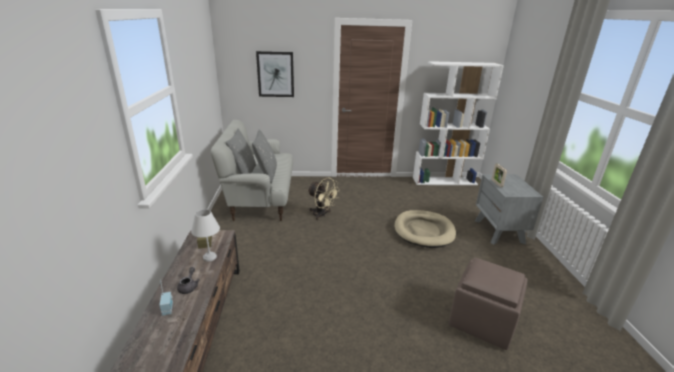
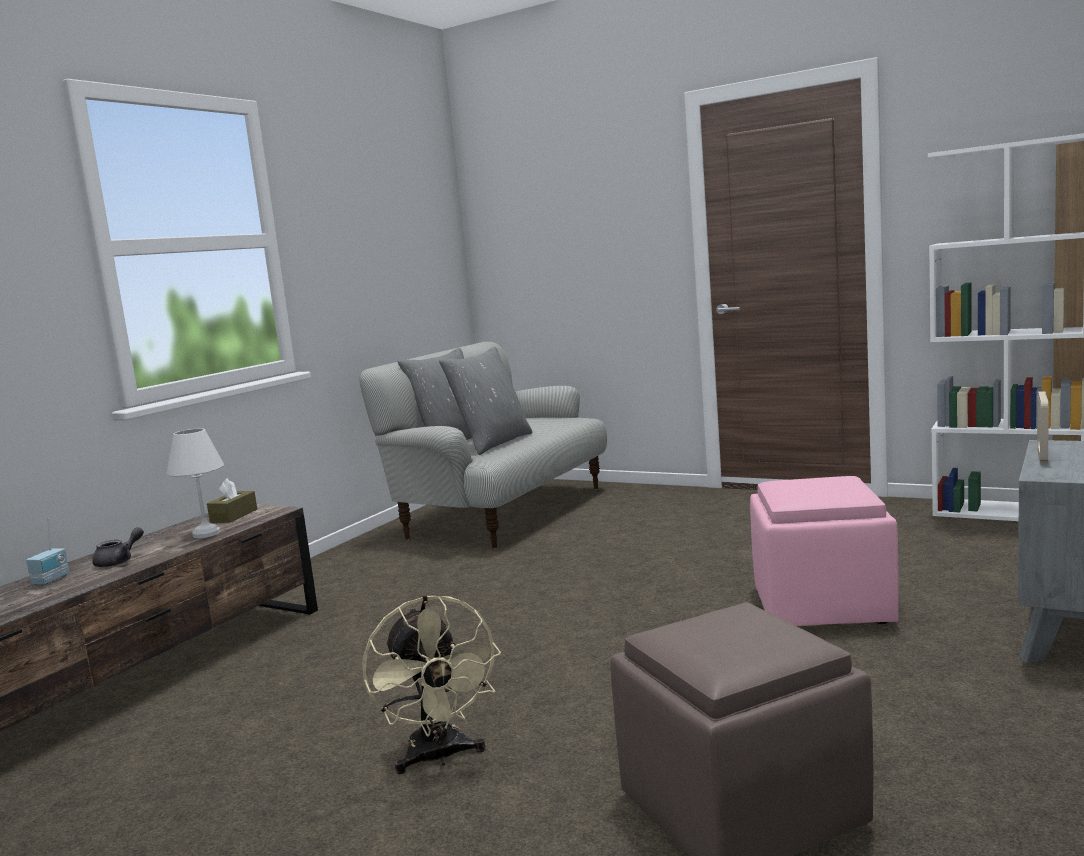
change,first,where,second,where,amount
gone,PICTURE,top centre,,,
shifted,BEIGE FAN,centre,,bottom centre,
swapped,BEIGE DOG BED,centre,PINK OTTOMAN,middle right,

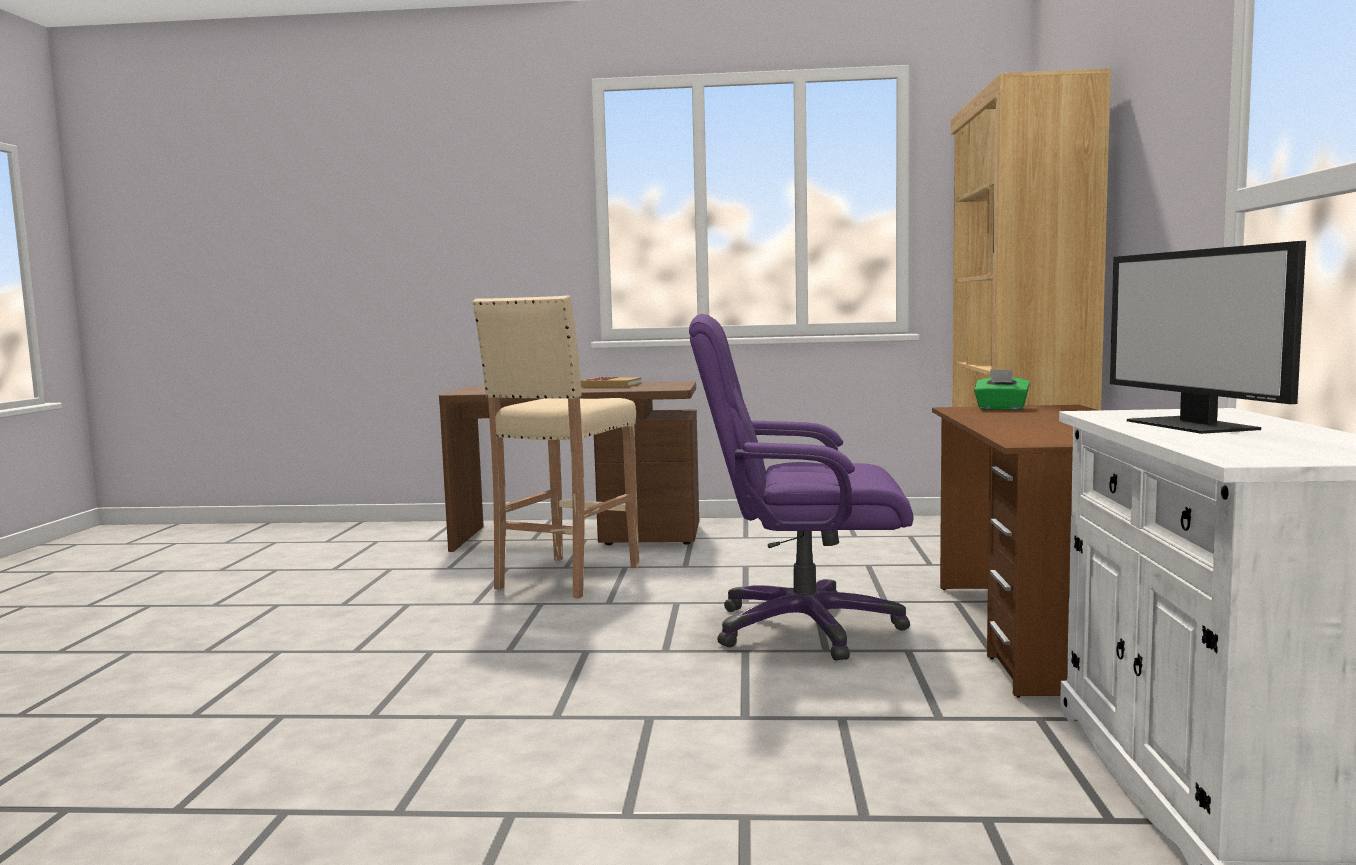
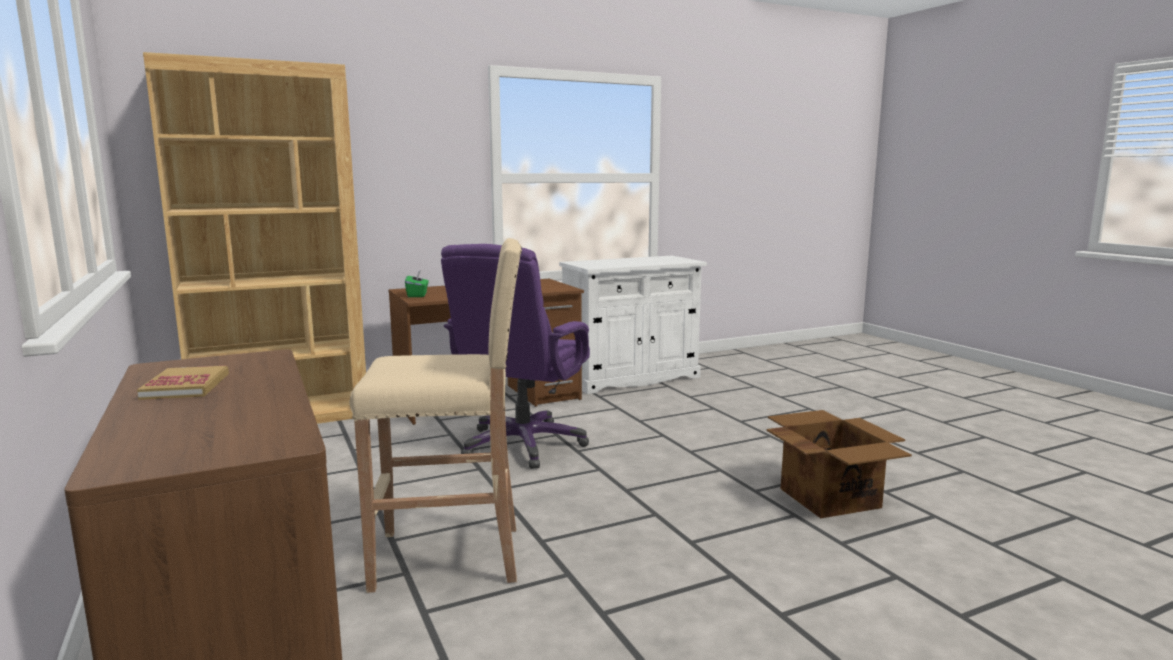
change,first,where,second,where,amount
rotated,PURPLE OFFICE CHAIR,centre,,centre,45 degrees clockwise
gone,MONITOR,middle right,,,
new,,,CARDBOARD BOX,bottom right,

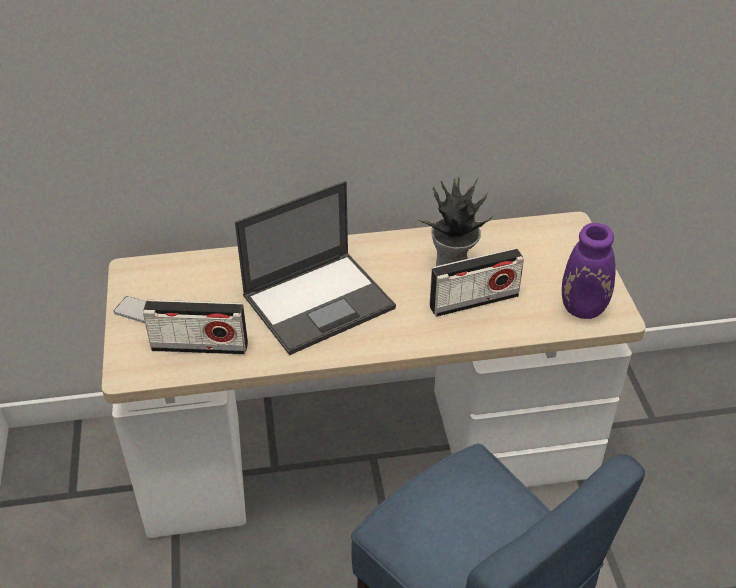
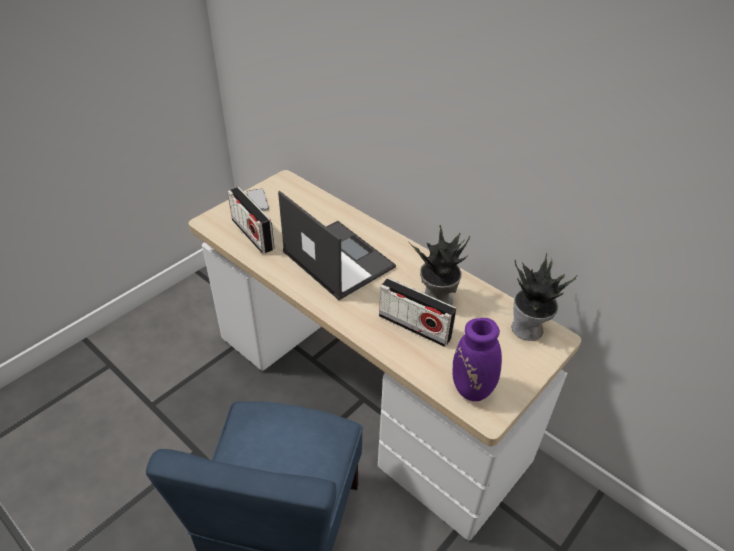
change,first,where,second,where,amount
rotated,LAPTOP,centre,,centre,150 degrees counterclockwise
new,,,POTTED PLANT (no. 2 from left),middle right,

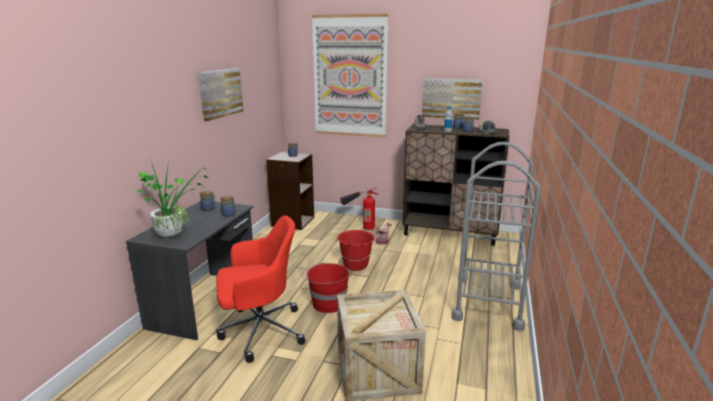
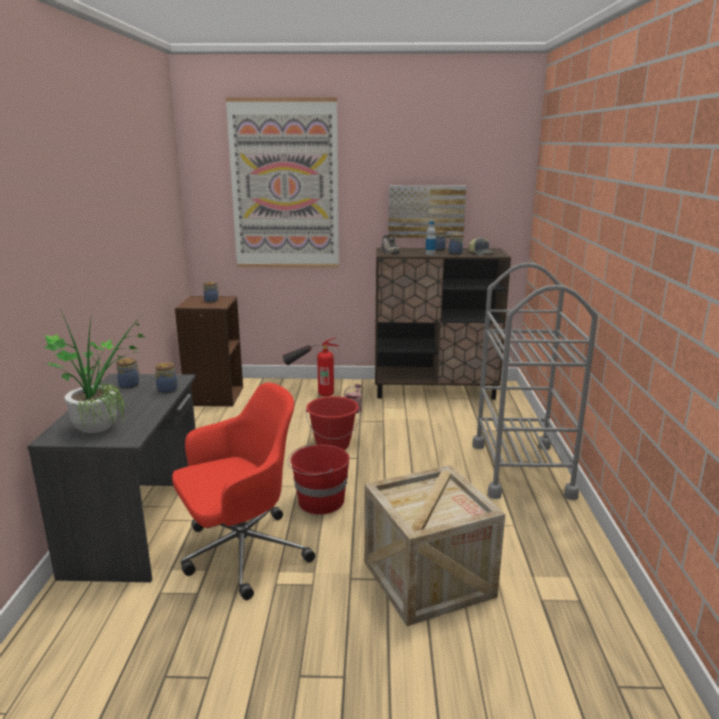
change,first,where,second,where,amount
gone,PICTURE (no. 1 from left),top left,,,

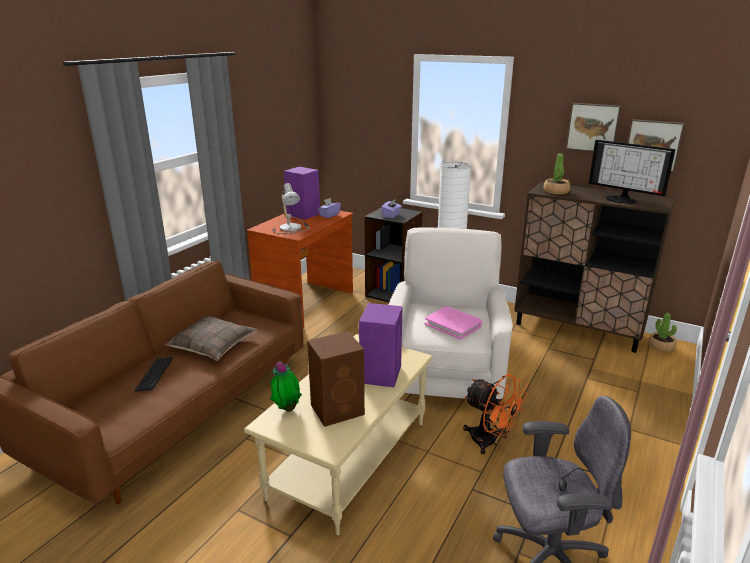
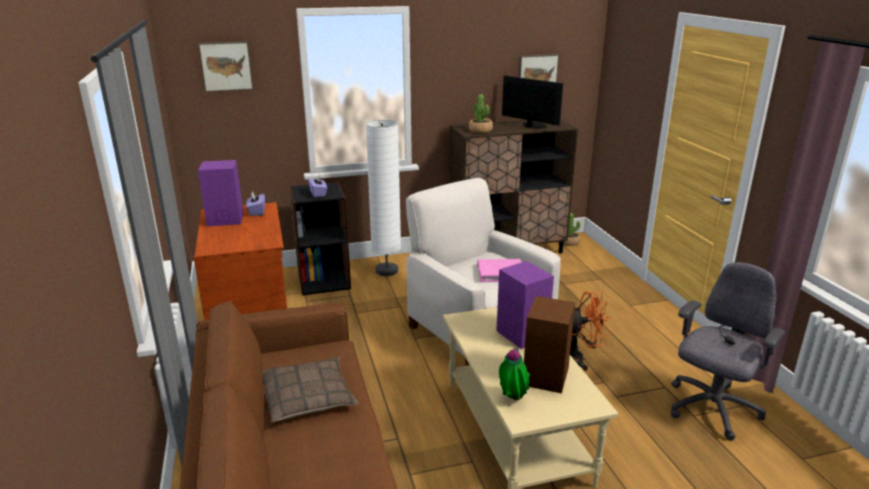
change,first,where,second,where,amount
gone,KEYBOARD,middle left,,,
gone,TABLE LAMP,centre,,,
shifted,PICTURE (no. 1 from left),top right,,top left,
rotated,MONITOR,top right,,top centre,135 degrees counterclockwise

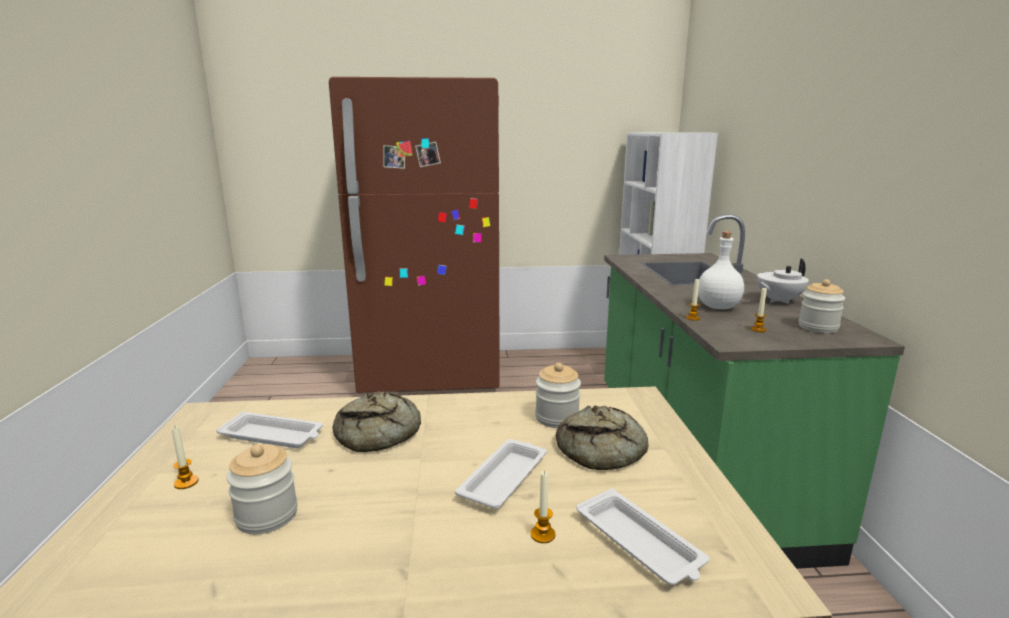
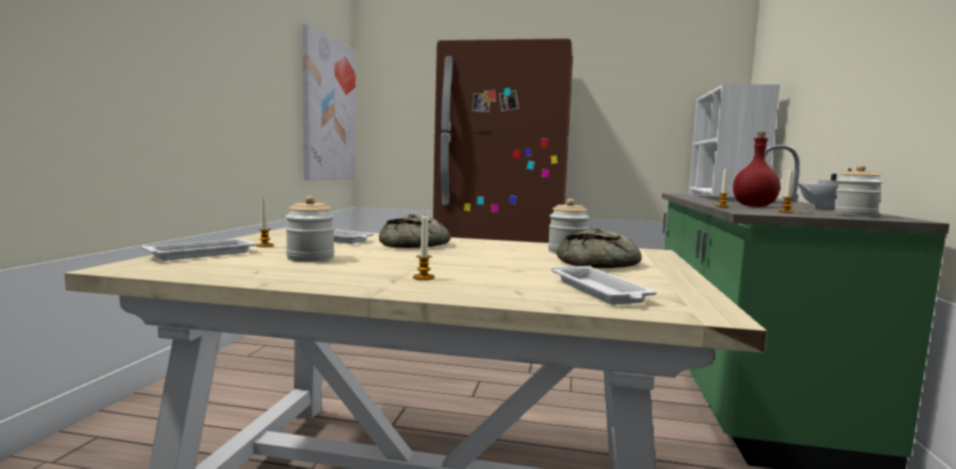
change,first,where,second,where,amount
shifted,WHITE TRAY (no. 2 from left in the first image),bottom centre,WHITE TRAY (no. 1 from left),middle left,
shifted,CANDLE (no. 2 from left),bottom centre,,centre,
repainted,WHITE BOTTLE,middle right,RED BOTTLE,middle right,
new,,,PICTURE,top centre,

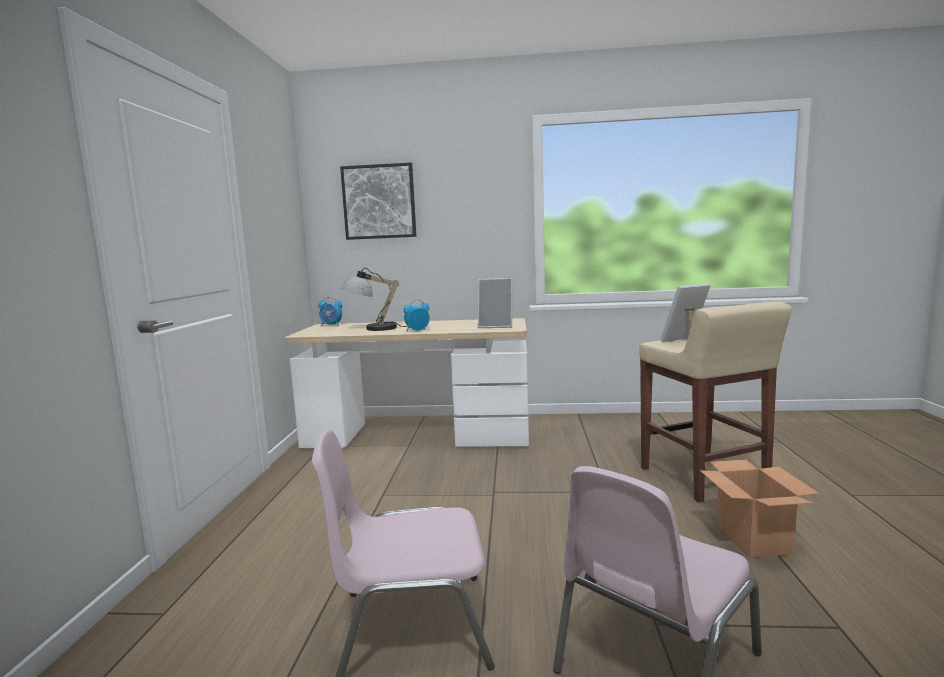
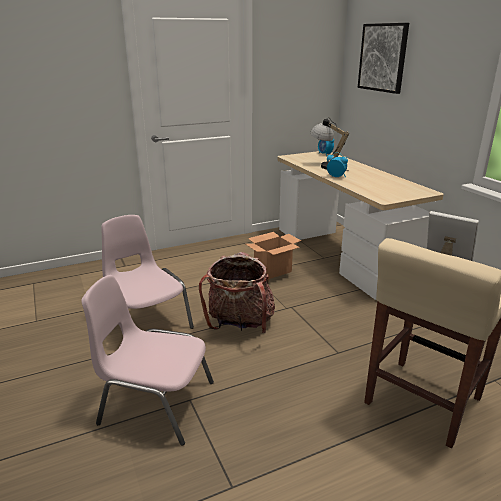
change,first,where,second,where,amount
gone,PICTURE FRAME (no. 1 from left),centre,,,
shifted,CARDBOARD BOX,bottom right,,centre,
new,,,BACKPACK,centre,

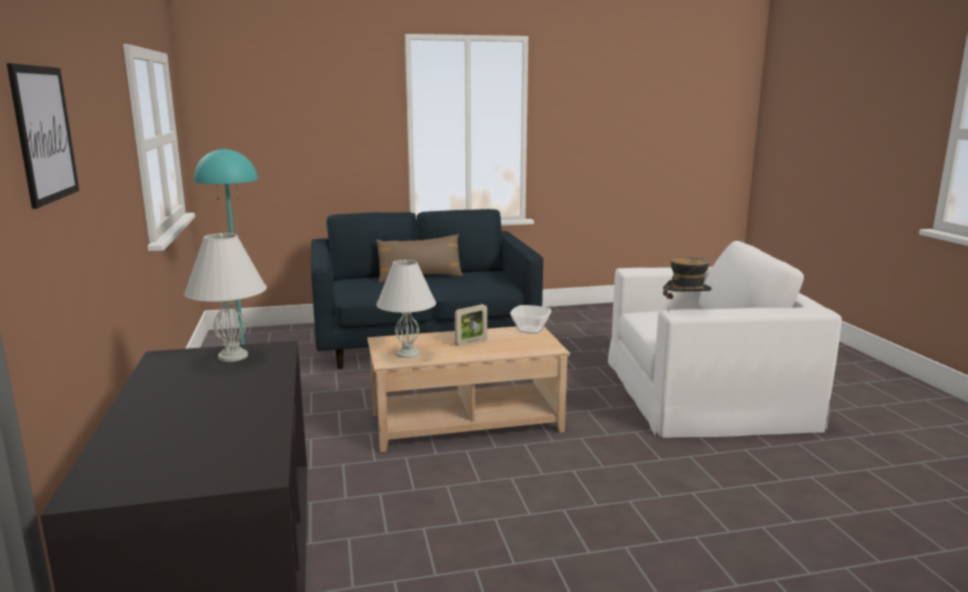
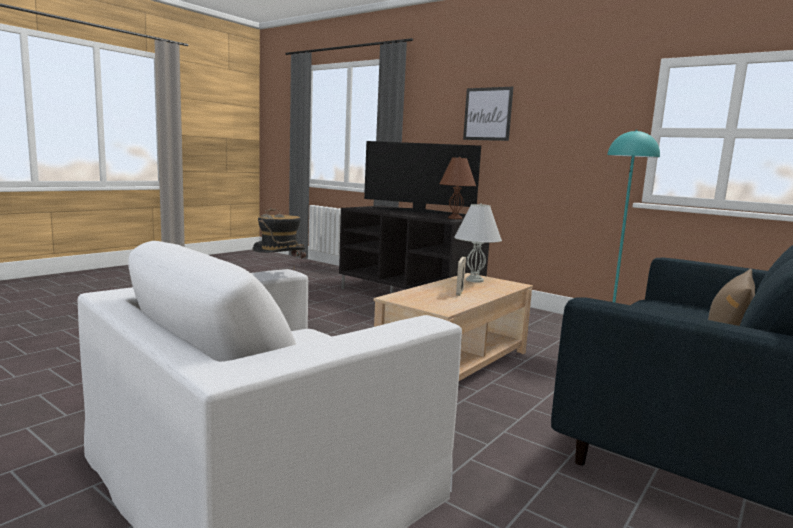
change,first,where,second,where,amount
repainted,WHITE TABLE LAMP (no. 1 from left),middle left,BROWN TABLE LAMP,centre,
gone,BOWL,centre,,,
new,,,TELEVISION,centre,

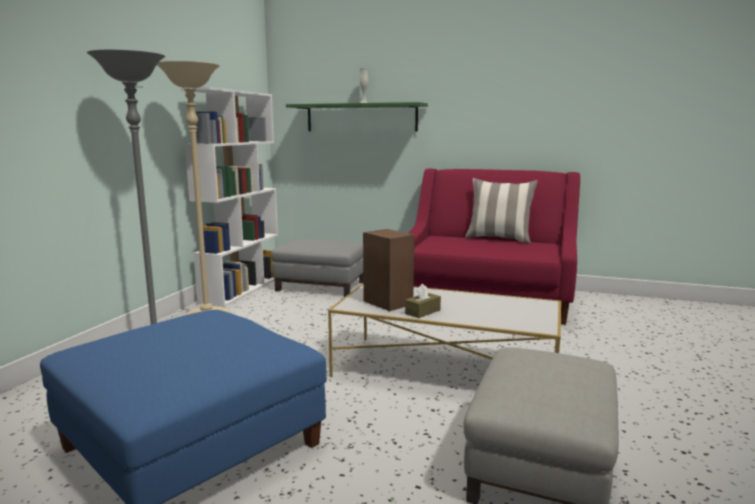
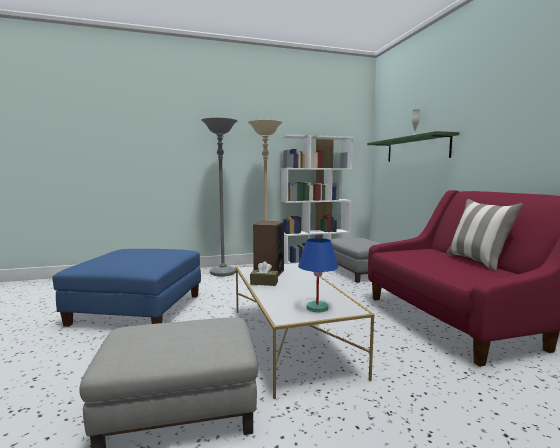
change,first,where,second,where,amount
new,,,BLUE TABLE LAMP,centre,

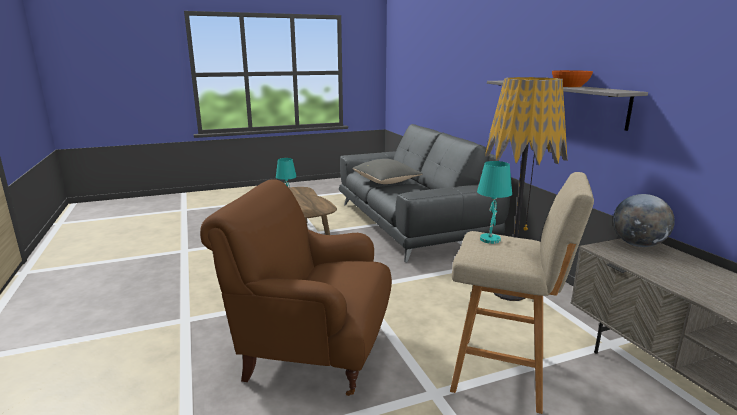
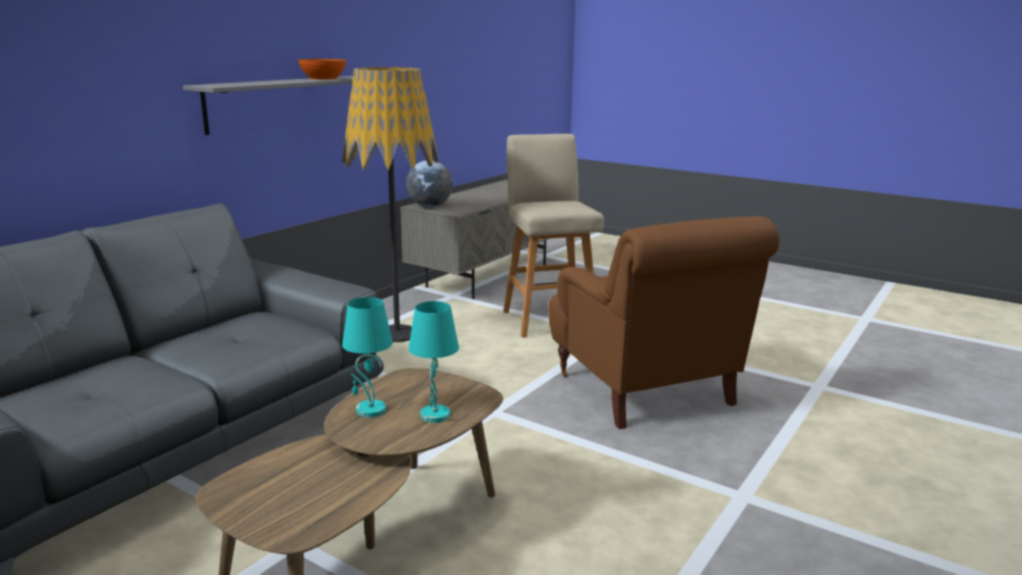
change,first,where,second,where,amount
gone,GREY PILLOW,centre,,,
shifted,TURQUOISE TABLE LAMP (no. 2 from left in the first image),middle right,TURQUOISE TABLE LAMP (no. 1 from left),centre,

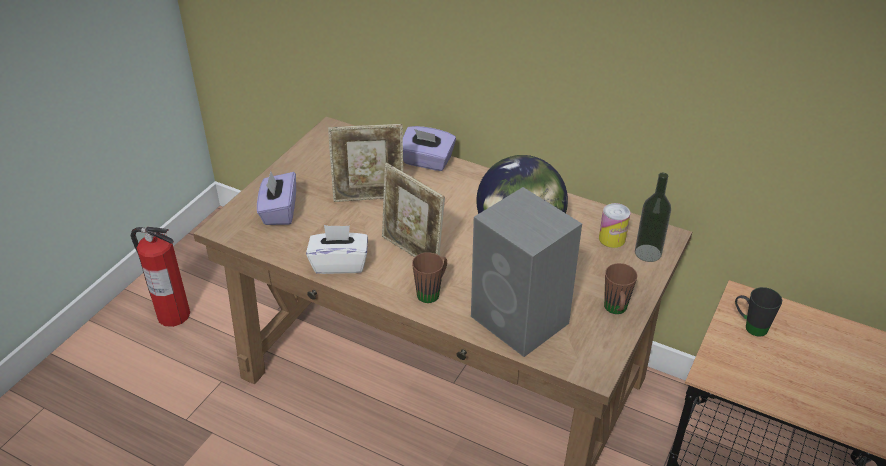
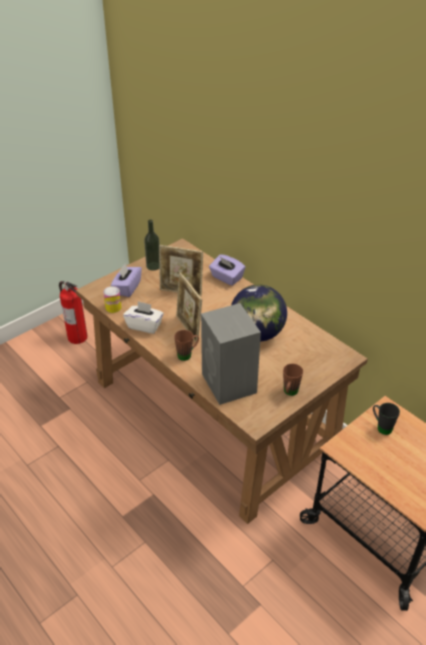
change,first,where,second,where,amount
shifted,CAN,middle right,,middle left,
shifted,BOTTLE,middle right,,centre,

